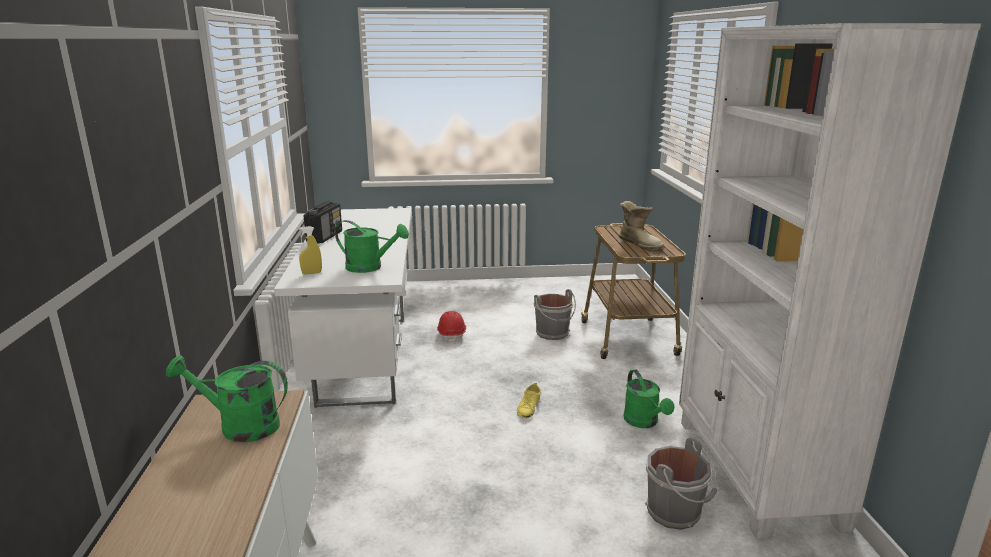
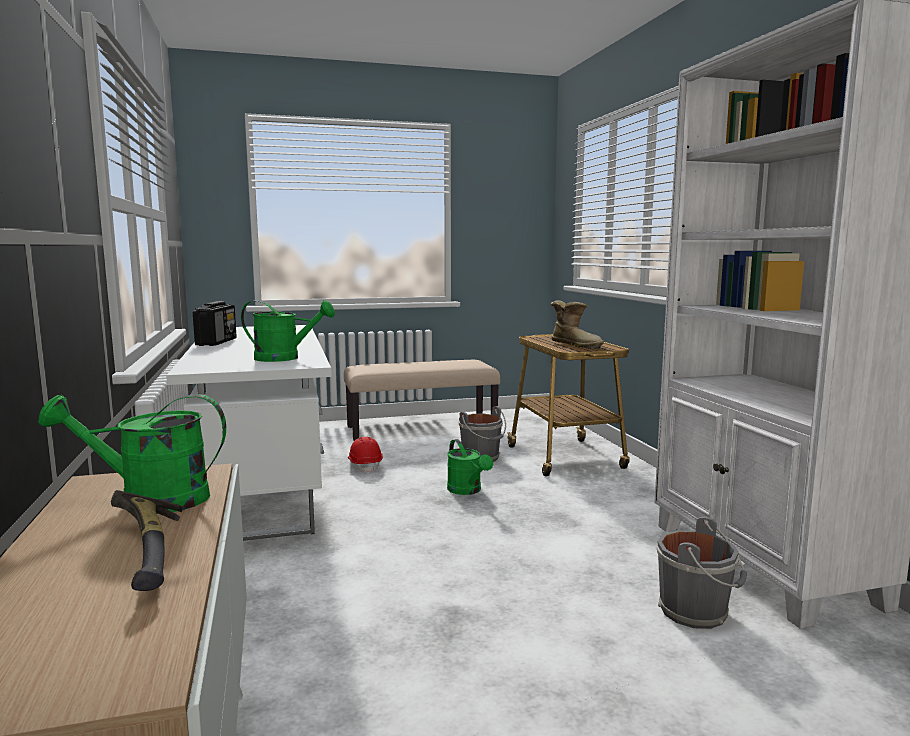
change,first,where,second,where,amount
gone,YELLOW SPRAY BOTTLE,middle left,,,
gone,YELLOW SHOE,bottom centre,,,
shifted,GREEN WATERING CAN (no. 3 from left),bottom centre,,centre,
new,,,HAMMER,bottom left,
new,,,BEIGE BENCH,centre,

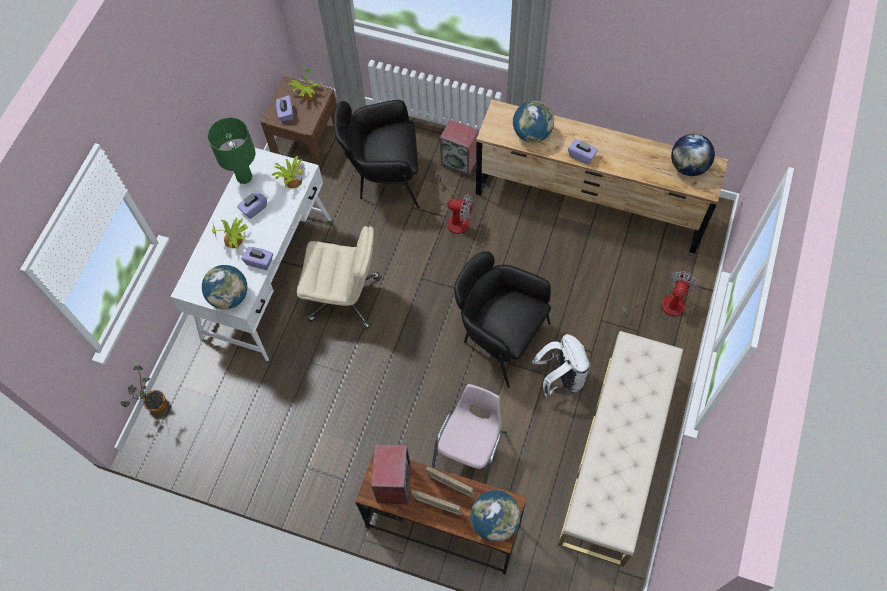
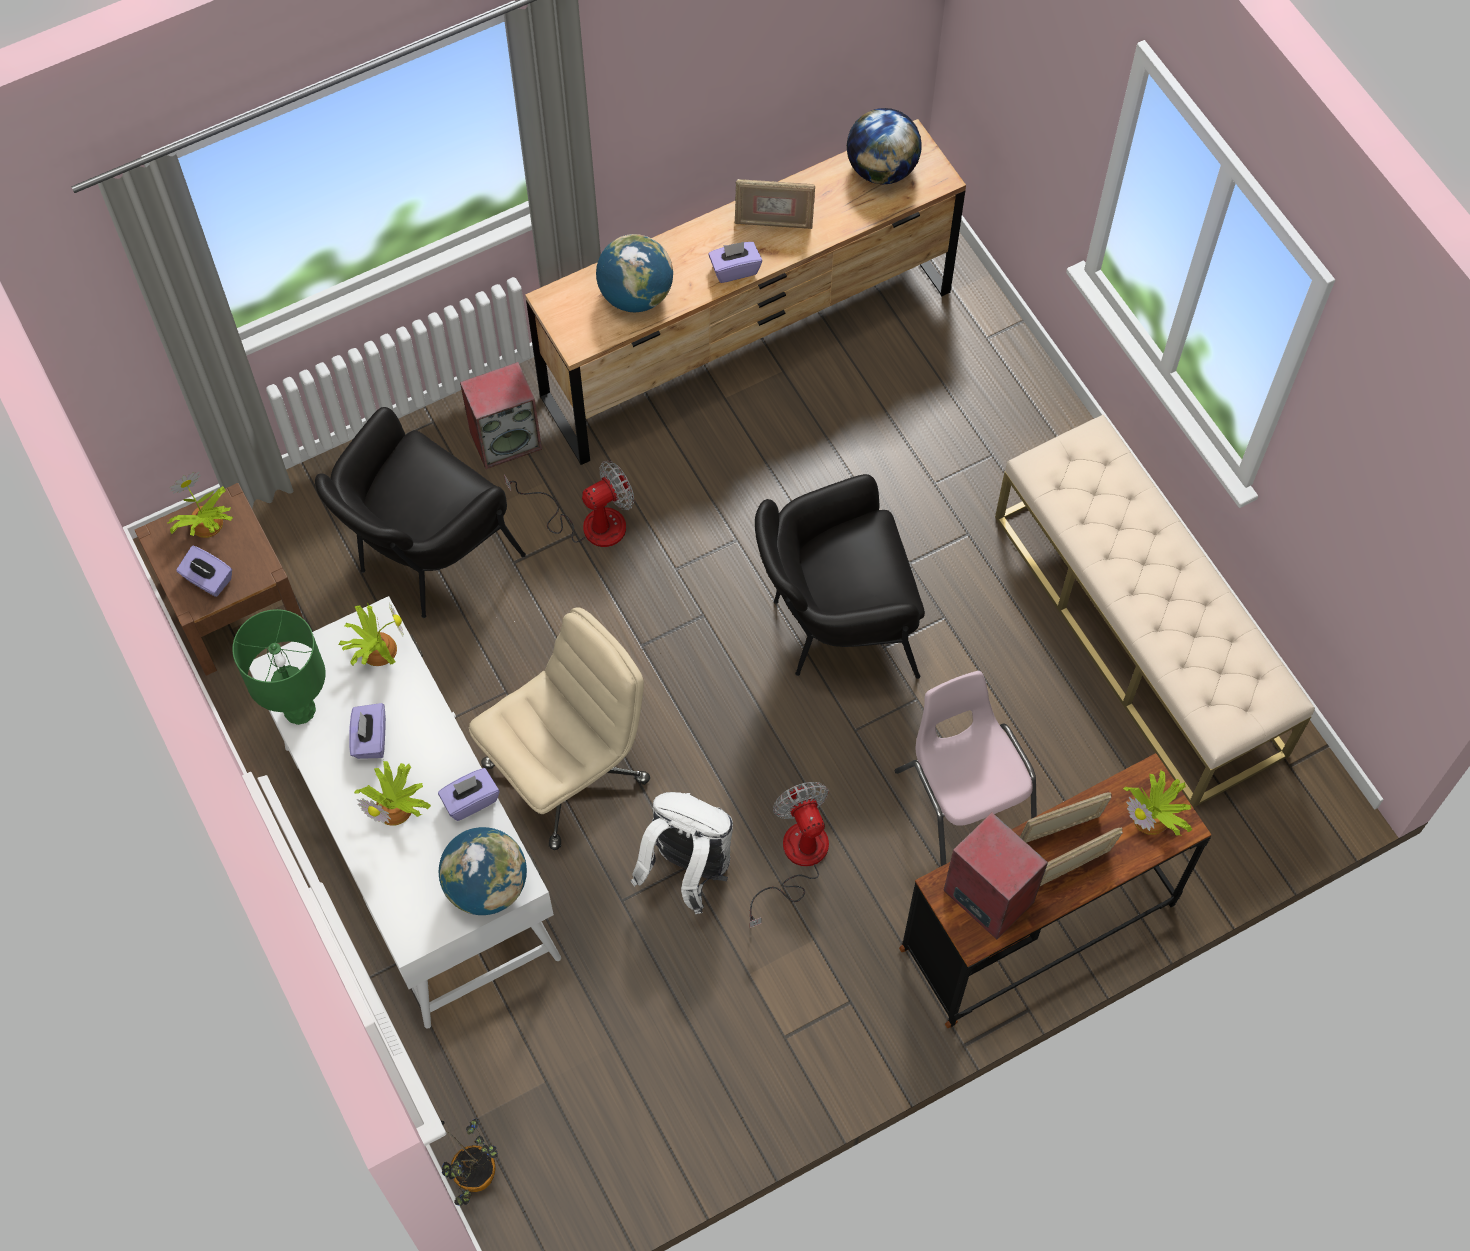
change,first,where,second,where,amount
swapped,GLOBE (no. 2 from left),bottom centre,POTTED PLANT (no. 5 from left),middle right,
shifted,WHITE BACKPACK,centre,,bottom centre,
shifted,FAN (no. 2 from left),middle right,,bottom centre,
new,,,PICTURE FRAME (no. 1 from left),top centre,

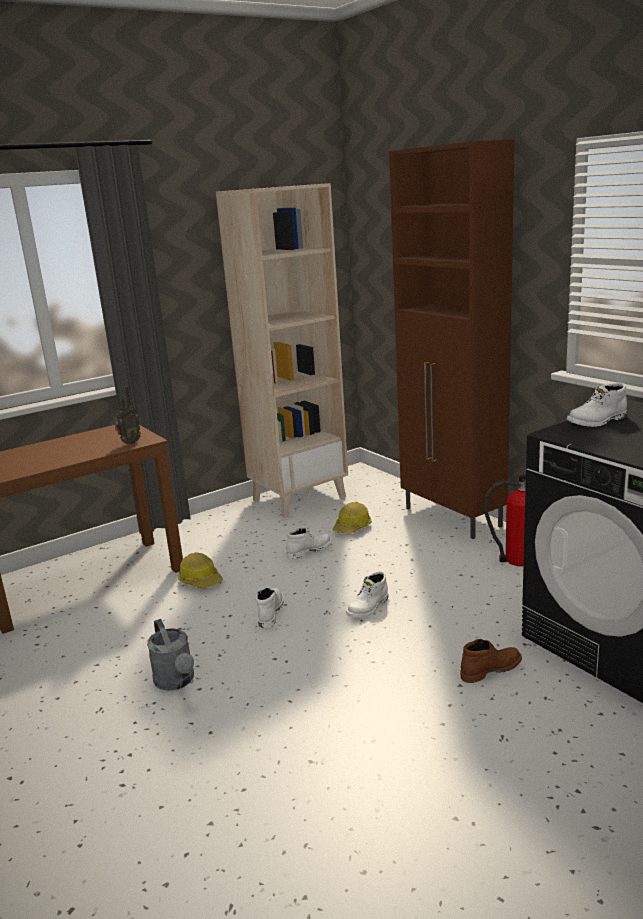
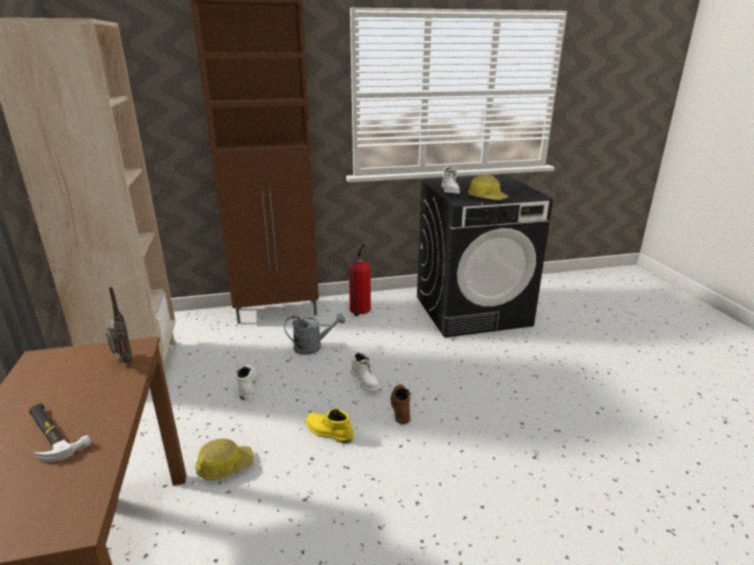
change,first,where,second,where,amount
shifted,GREY WATERING CAN,bottom left,,centre,
repainted,WHITE BOOT (no. 1 from left),centre,YELLOW BOOT,bottom centre,
shifted,HARD HAT (no. 2 from left),centre,,top centre,
shifted,BROWN BOOT,bottom right,,bottom centre,
new,,,HAMMER,bottom left,

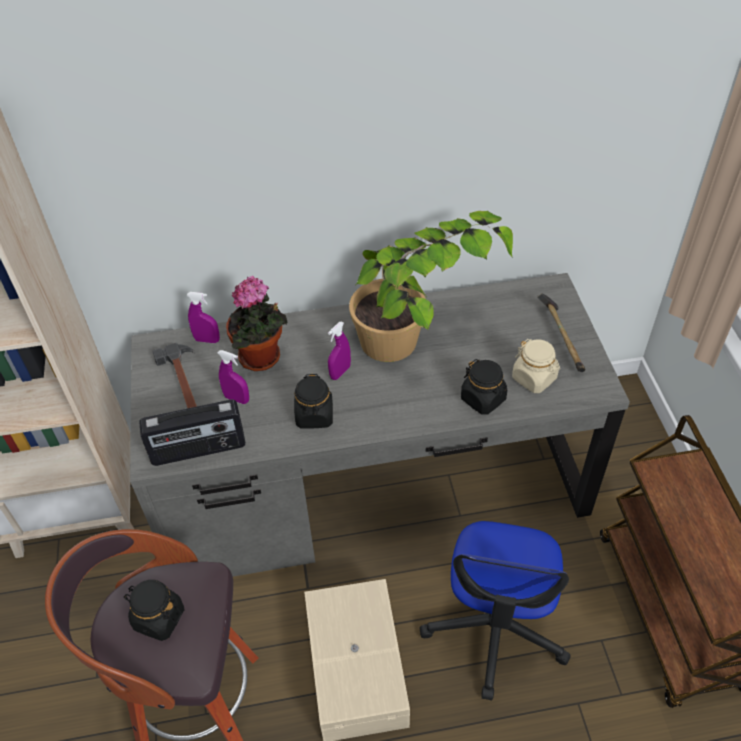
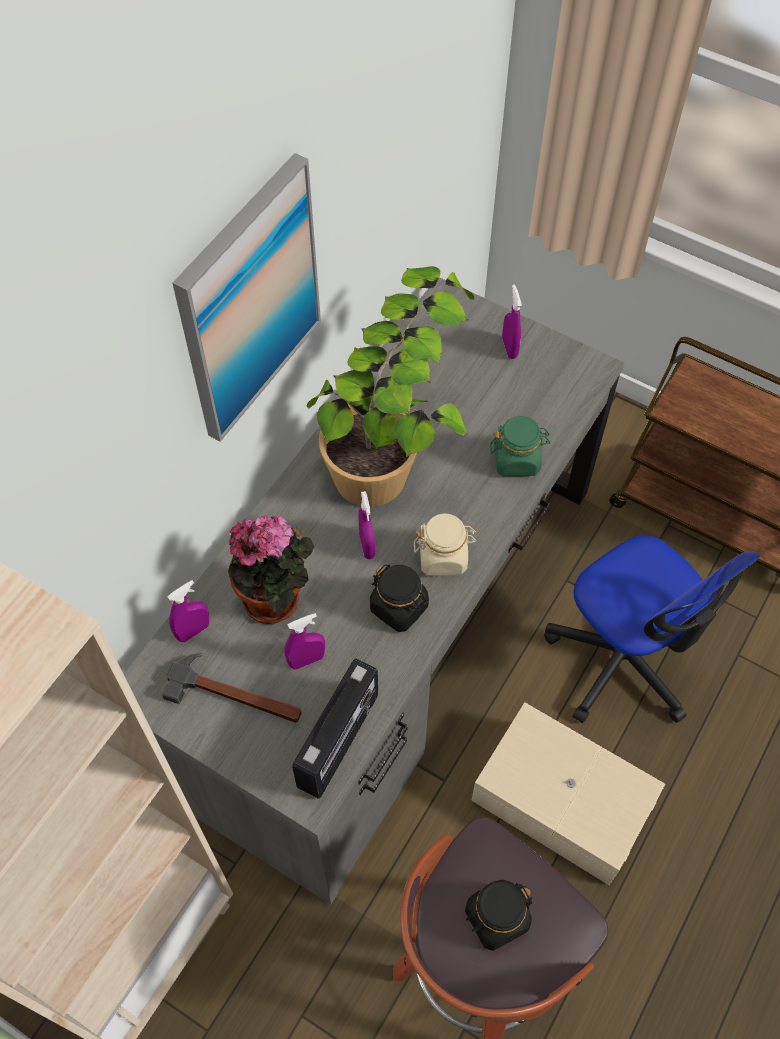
change,first,where,second,where,amount
repainted,BLACK JAR (no. 3 from left),centre,GREEN JAR,middle right,
shifted,BEIGE JAR,middle right,,centre,
swapped,HAMMER (no. 2 from left),middle right,PURPLE SPRAY BOTTLE (no. 4 from left),top centre,
new,,,PICTURE,top left,

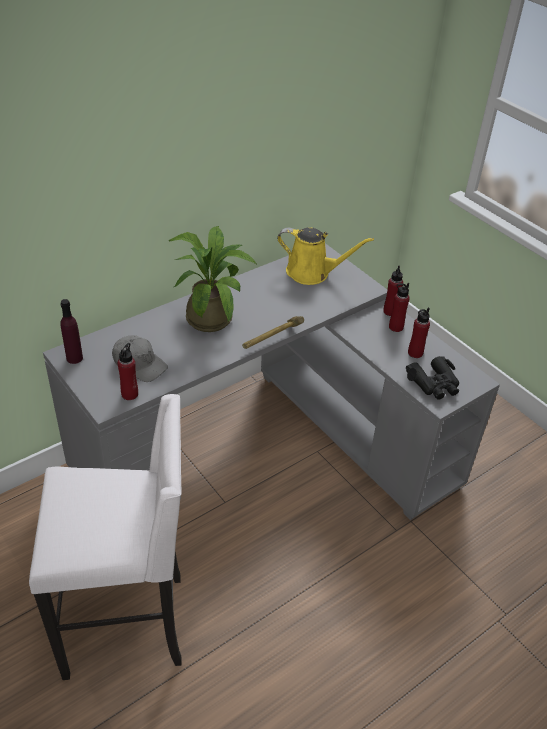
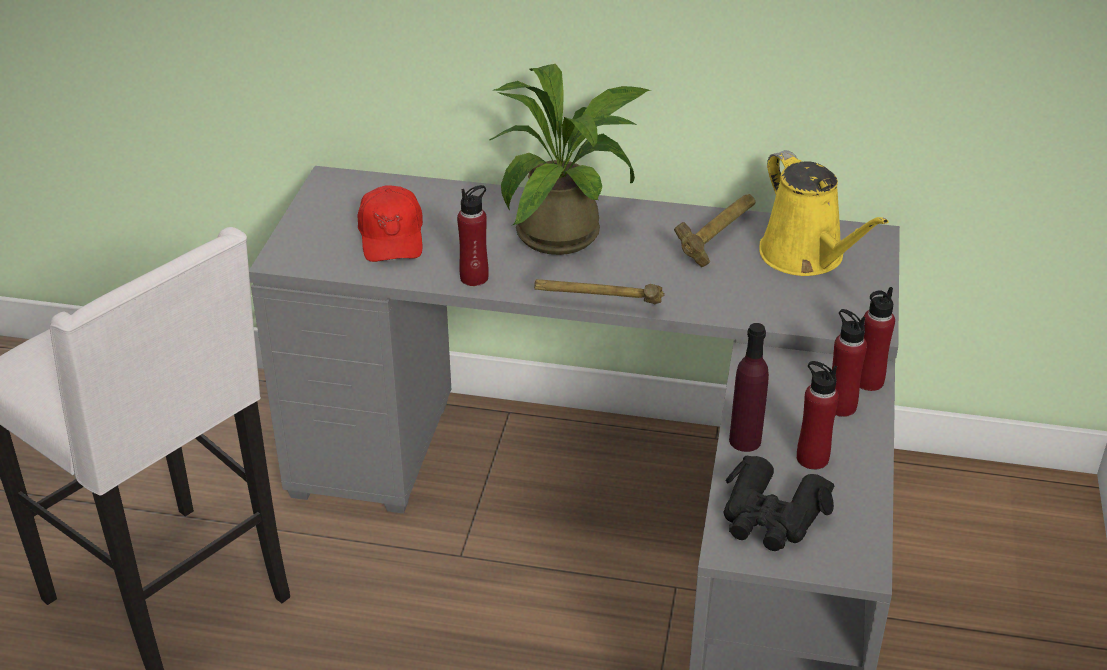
change,first,where,second,where,amount
shifted,PURPLE BOTTLE,middle left,,middle right,
repainted,GREY CAP,middle left,RED CAP,top centre,
shifted,RED BOTTLE (no. 1 from left),middle left,,centre,
new,,,HAMMER (no. 2 from left),centre,

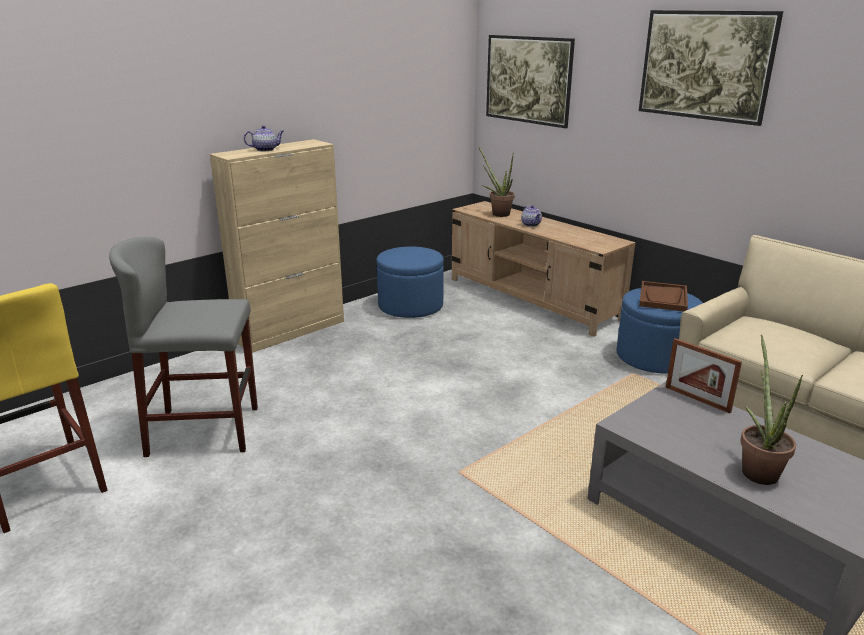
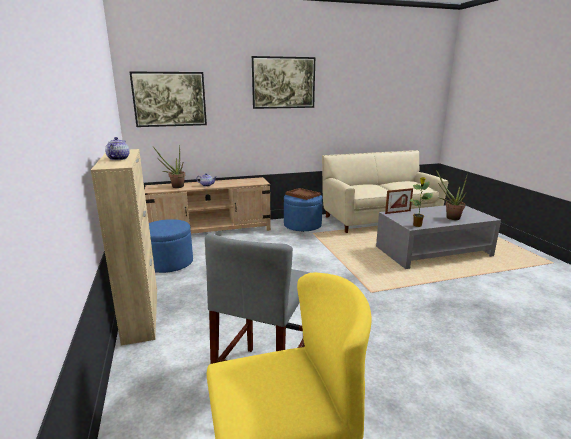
change,first,where,second,where,amount
new,,,POTTED PLANT (no. 2 from left),middle right,

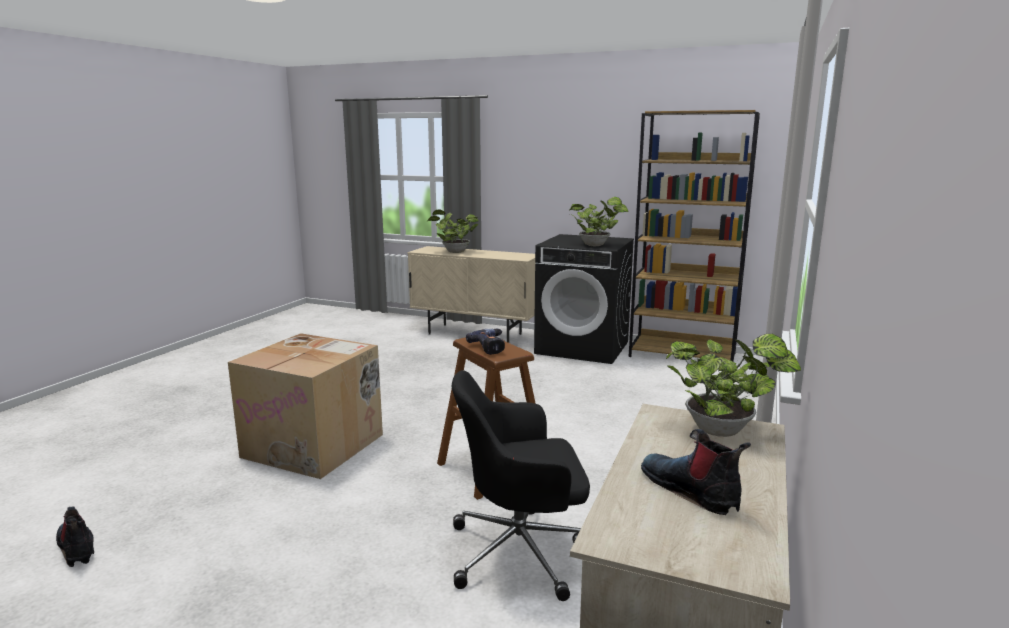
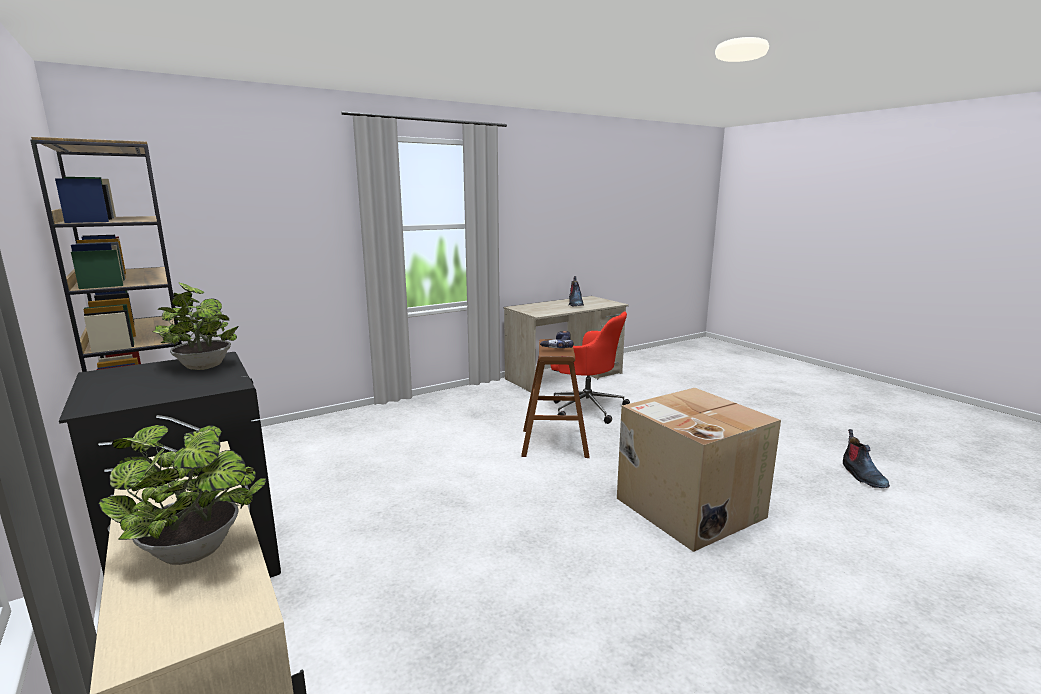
change,first,where,second,where,amount
repainted,BLACK OFFICE CHAIR,bottom centre,RED OFFICE CHAIR,centre,
gone,POTTED PLANT (no. 3 from left),middle right,,,

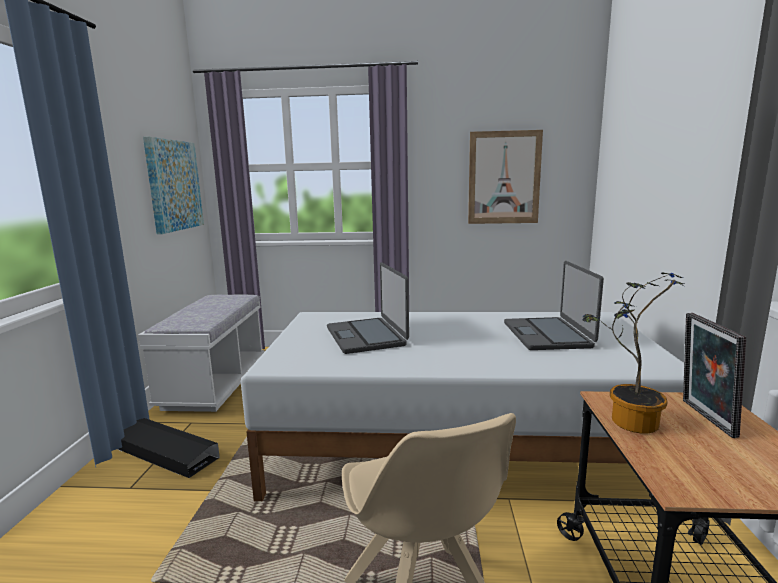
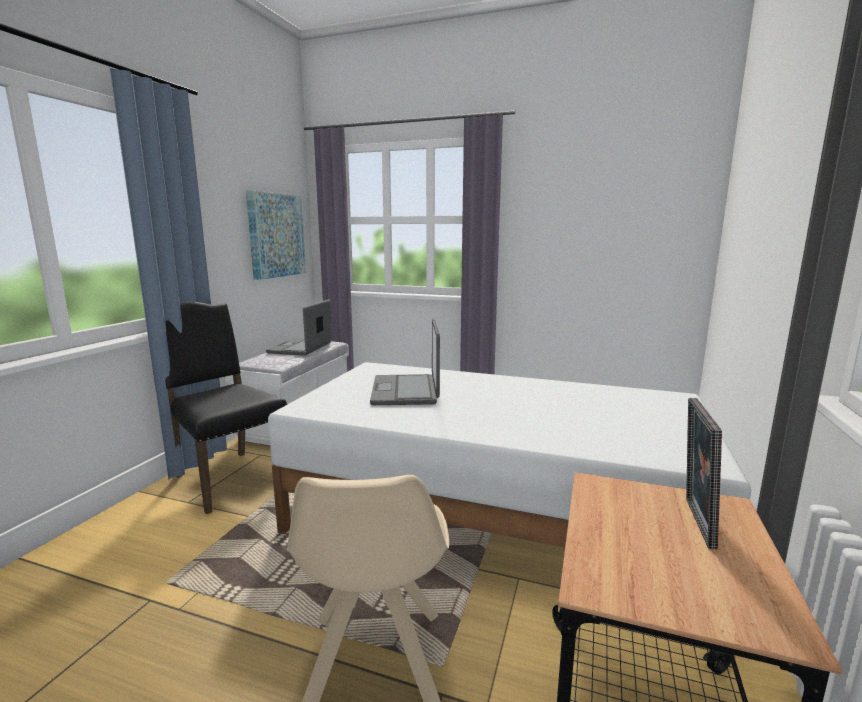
change,first,where,second,where,amount
swapped,BLACK STORAGE BOX,bottom left,BLACK CHAIR,middle left,
gone,PICTURE (no. 2 from left),top centre,,,
shifted,LAPTOP (no. 2 from left in the first image),middle right,LAPTOP (no. 1 from left),centre,
gone,POTTED PLANT,middle right,,,

